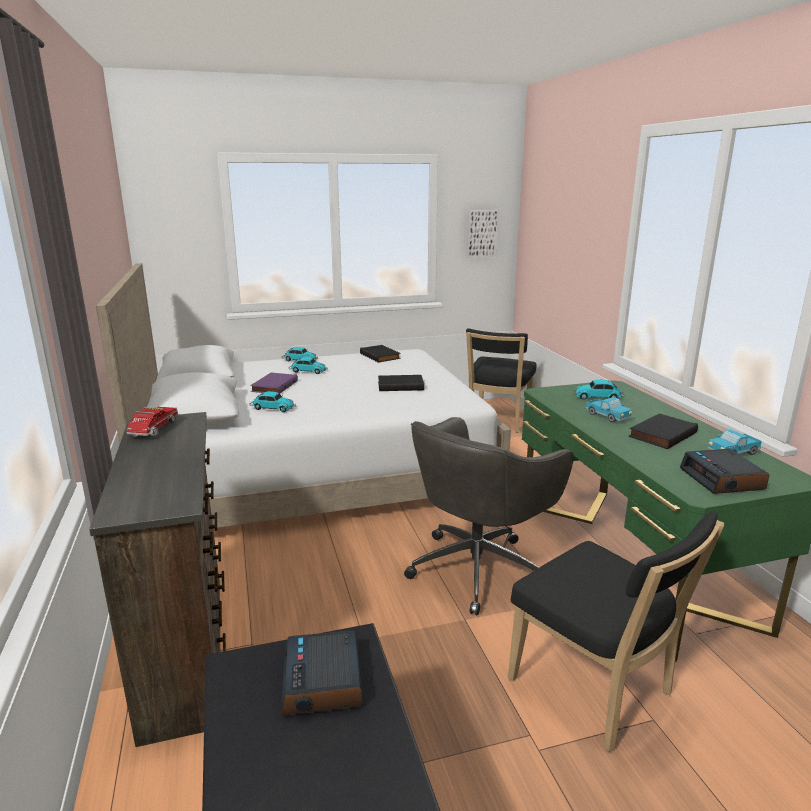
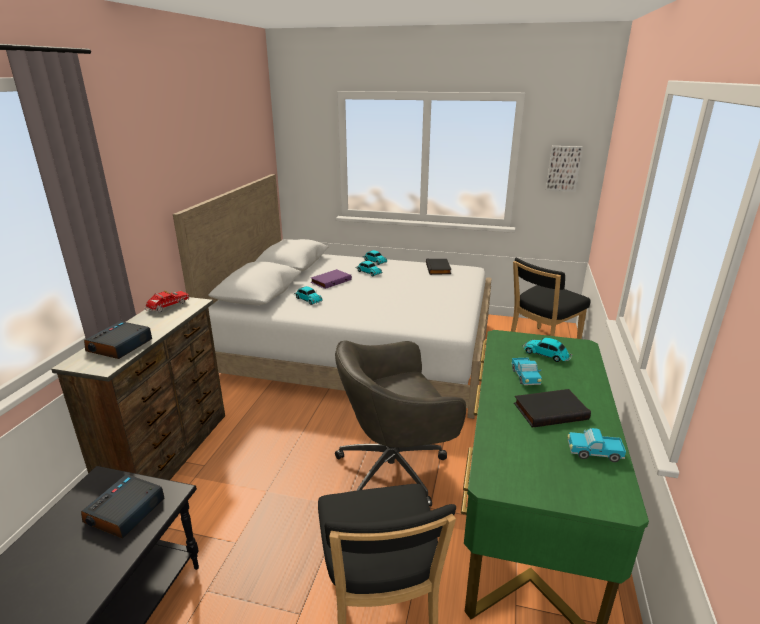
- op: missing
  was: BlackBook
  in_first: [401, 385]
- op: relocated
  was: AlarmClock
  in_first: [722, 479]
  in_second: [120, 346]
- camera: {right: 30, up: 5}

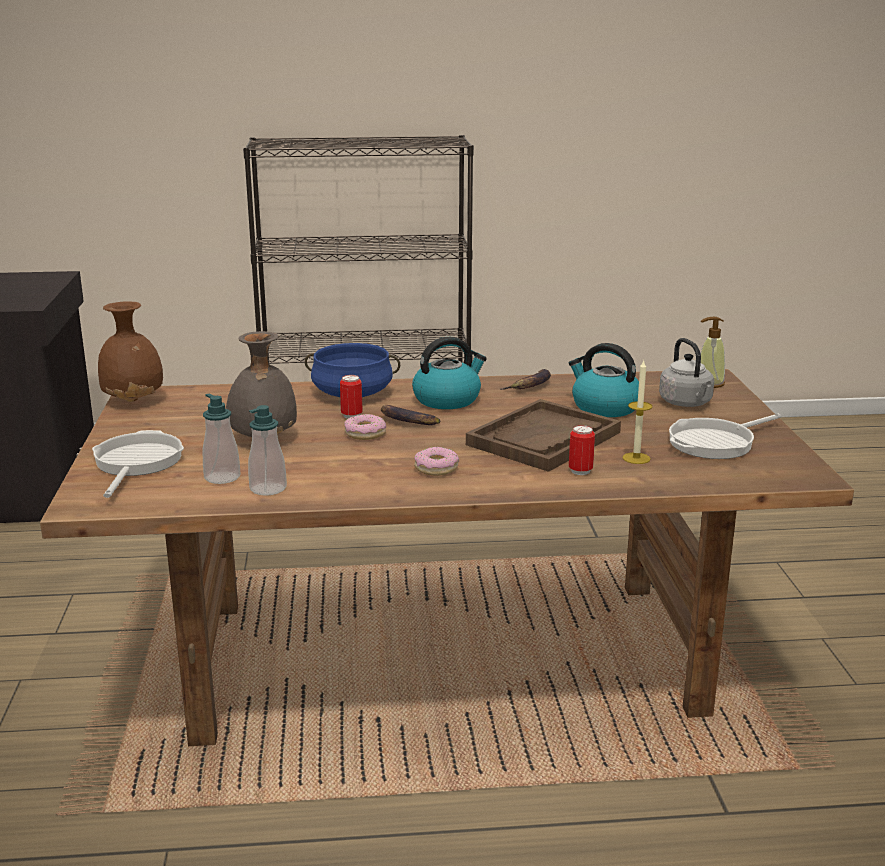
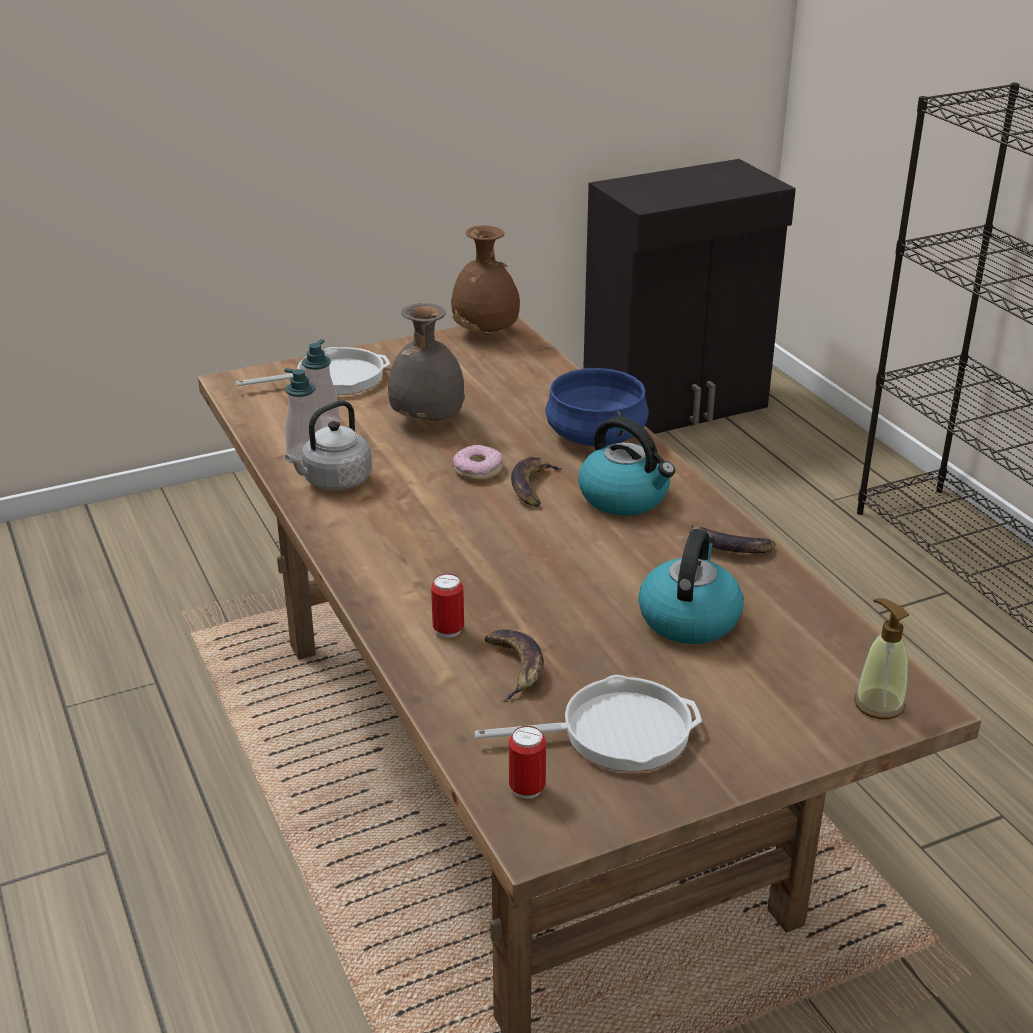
- op: relocated
  was: Can
  in_first: [351, 415]
  in_second: [527, 788]
- op: missing
  was: Donut
  in_first: [436, 468]
- op: missing
  was: BrownTray
  in_first: [544, 439]
- op: exchanged
  was: Candle
  now: Banana
  in_first: [636, 458]
  in_second: [515, 668]
- op: relocated
  was: GreyKettle
  in_first: [686, 403]
  in_second: [334, 482]
- op: spun
  was: FryingPan
  in_first: [715, 443]
  in_second: [615, 732]
  clockwise: 135
- camera: {right: 70, up: 10}

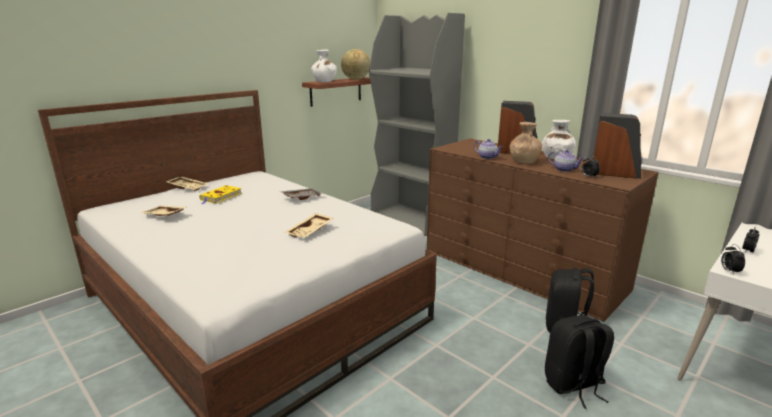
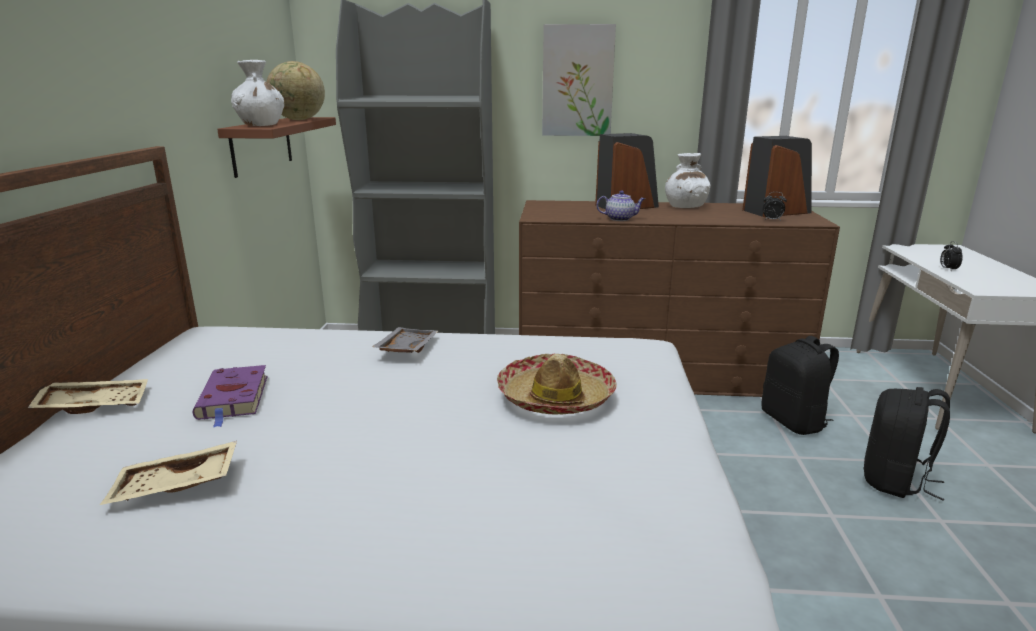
- op: colour
  was: YellowBook
  now: PurpleBook
  in_first: [220, 197]
  in_second: [233, 399]
- op: exchanged
  was: BeigeTray
  now: Hat
  in_first: [310, 231]
  in_second: [556, 397]
- op: missing
  was: BrownVase
  in_first: [523, 161]
- op: missing
  was: Teapot
  in_first: [564, 169]
- op: missing
  was: AlarmClock
  in_first: [729, 271]
- op: appeared
  now: Picture
  in_second: [577, 81]
- camera: {right: -40, up: 0}

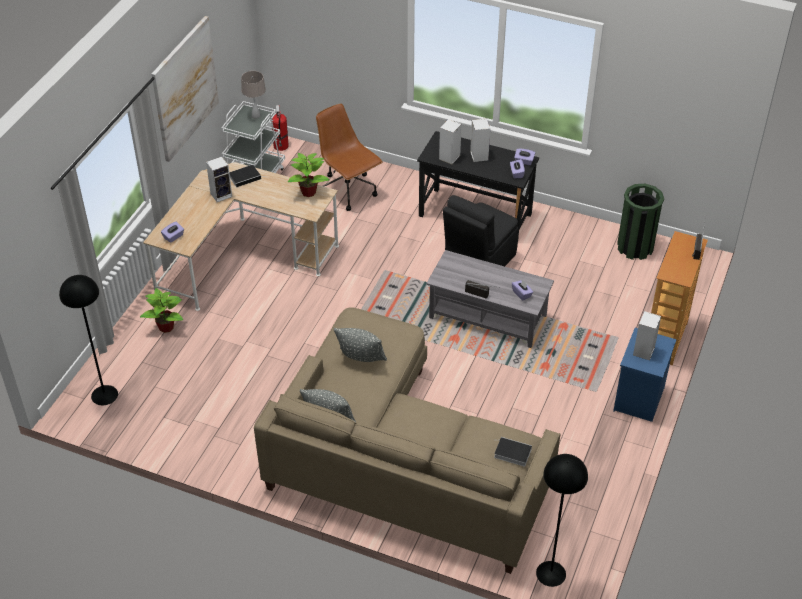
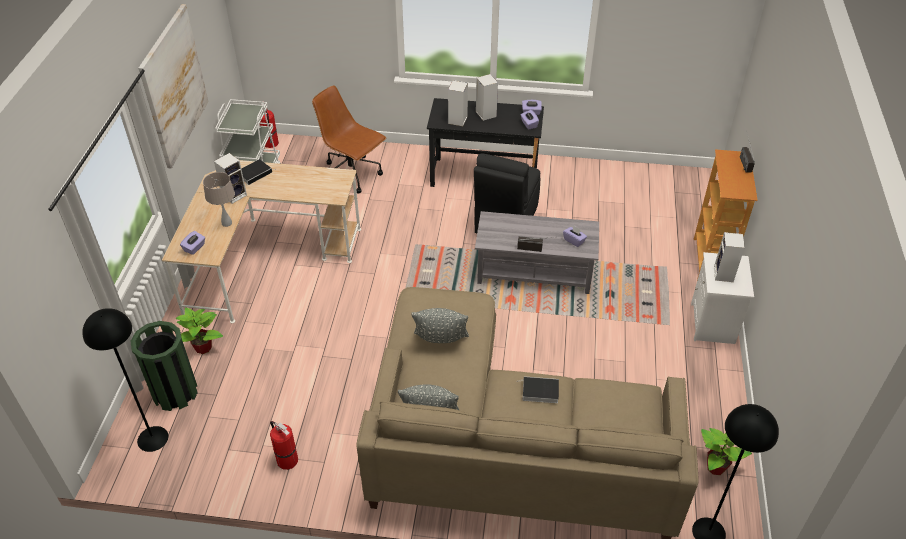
- op: relocated
  was: BeigeTableLamp
  in_first: [256, 115]
  in_second: [227, 223]
- op: relocated
  was: PottedPlant
  in_first: [309, 192]
  in_second: [716, 467]
- op: relocated
  was: Book
  in_first: [511, 453]
  in_second: [539, 391]
- op: colour
  was: BlueNightstand
  now: WhiteNightstand
  in_first: [639, 399]
  in_second: [713, 324]
- op: relocated
  was: GreenTrashCan
  in_first: [635, 247]
  in_second: [175, 393]
- op: appeared
  now: FireExtinguisher
  in_second: [286, 459]
- camera: {right: -15, up: 0}

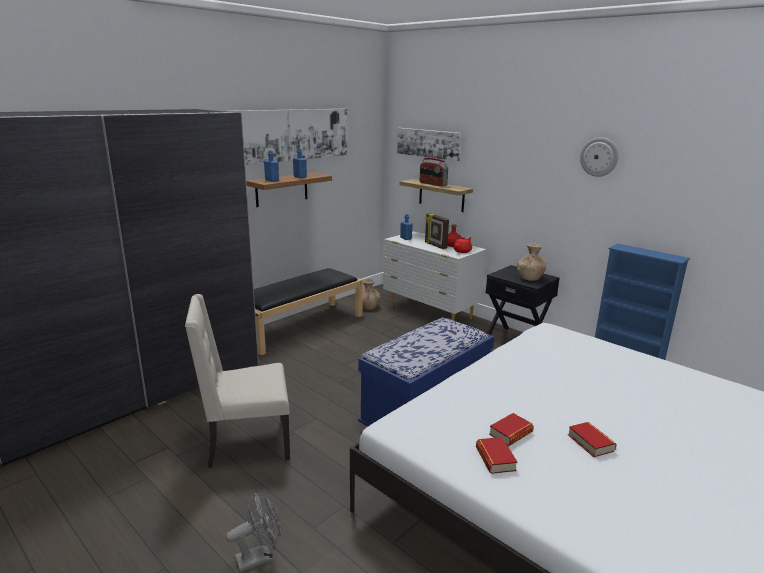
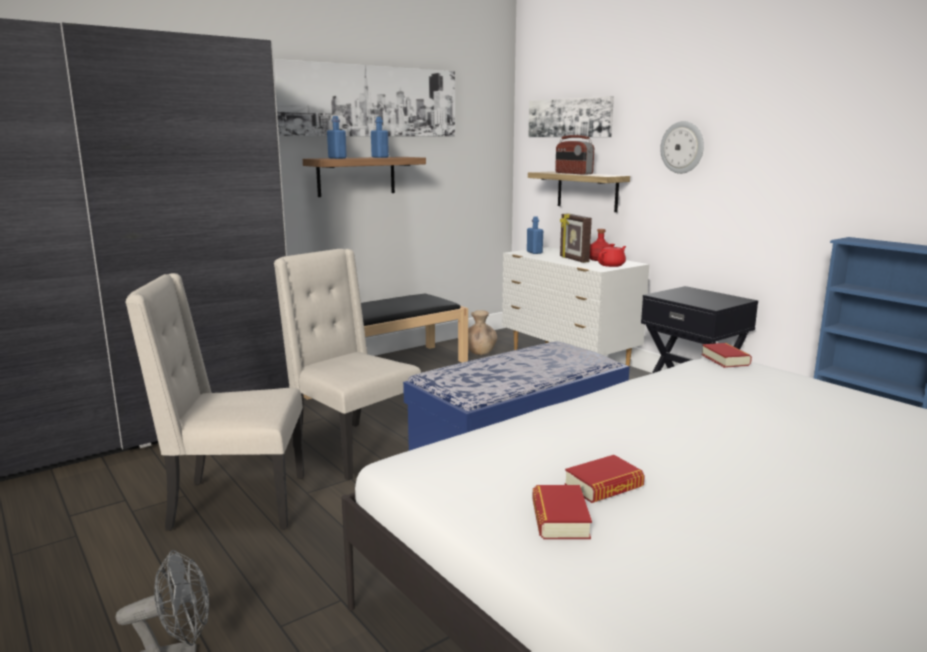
- op: missing
  was: BrownVase
  in_first: [530, 278]
- op: relocated
  was: Book
  in_first: [590, 443]
  in_second: [725, 360]
- op: relocated
  was: WallClock
  in_first: [599, 157]
  in_second: [682, 147]
- op: appeared
  now: BeigeChair
  in_second: [352, 449]
- camera: {right: 10, up: -5}

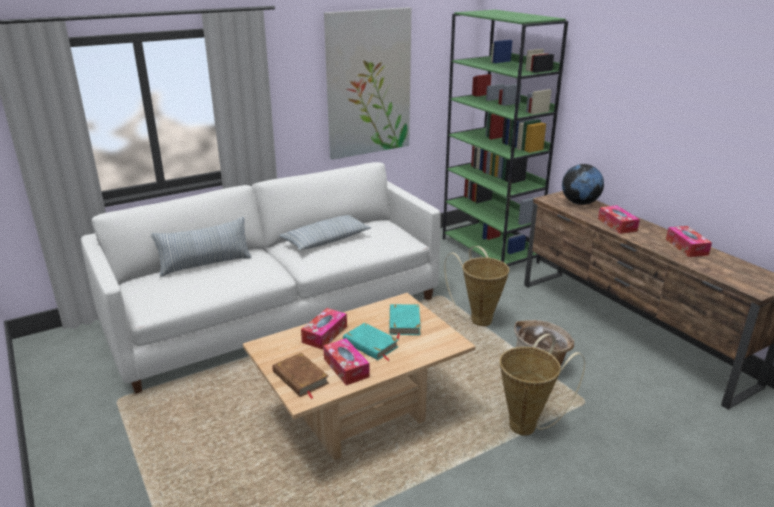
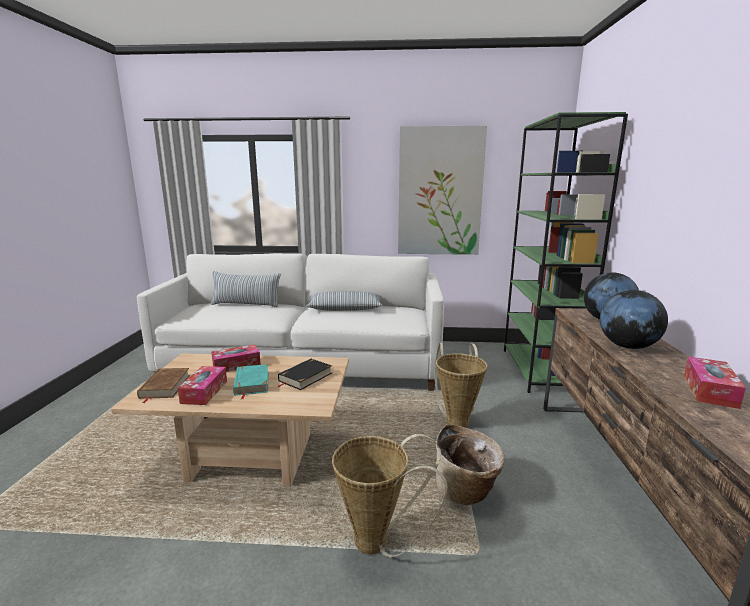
- op: colour
  was: TurquoiseBook
  now: BlackBook
  in_first: [404, 323]
  in_second: [305, 377]
- op: exchanged
  was: TissueBox
  now: Globe
  in_first: [617, 225]
  in_second: [627, 346]
- camera: {right: 35, up: -10}

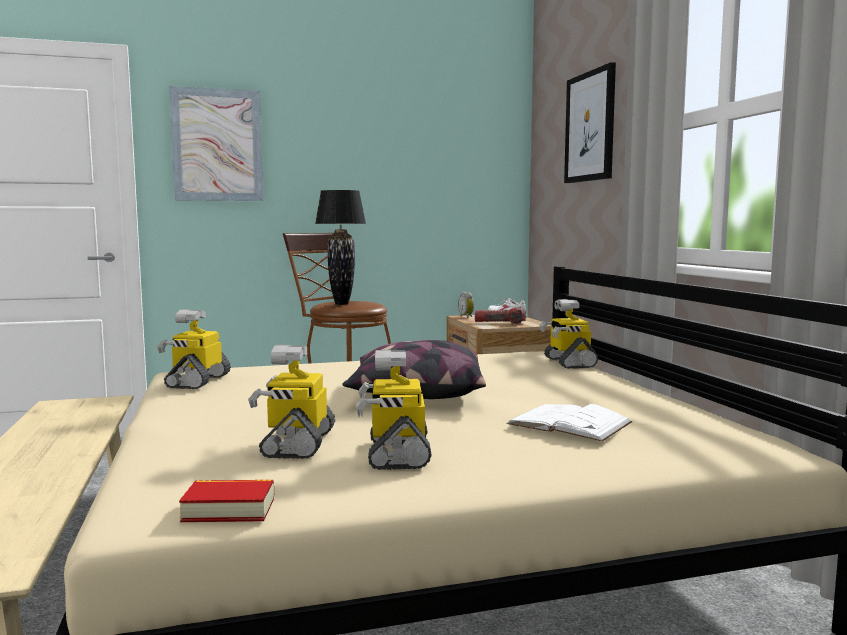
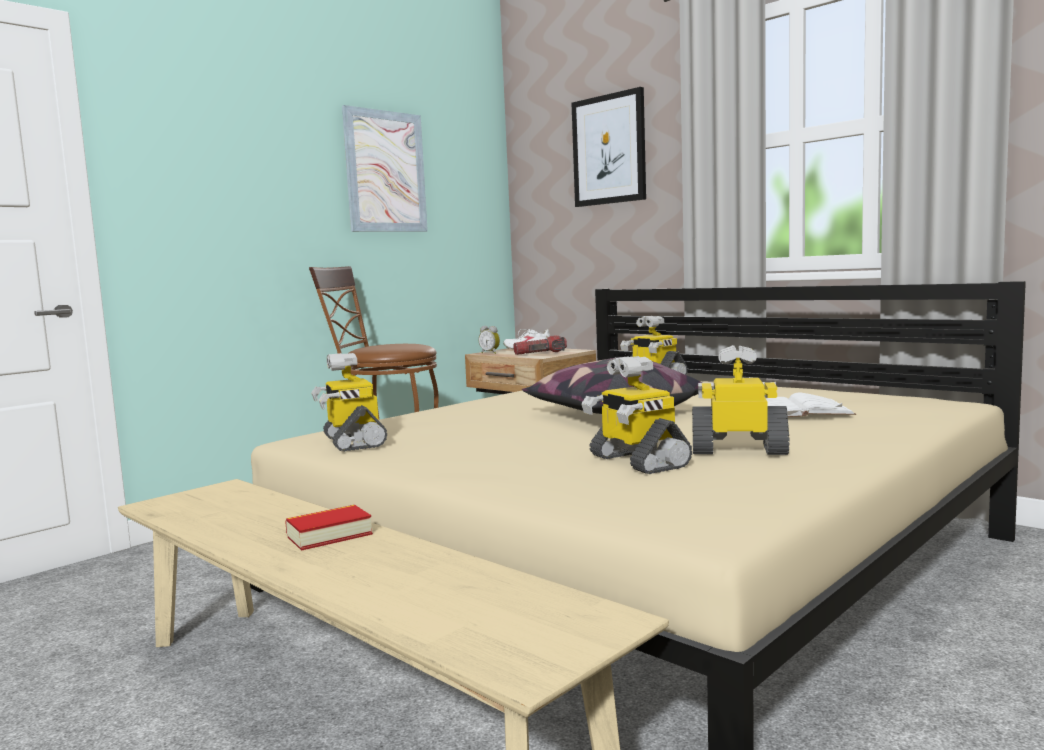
- op: relocated
  was: Picture
  in_first: [217, 145]
  in_second: [385, 172]
- op: relocated
  was: Book
  in_first: [229, 509]
  in_second: [329, 535]
- op: missing
  was: BlackTableLamp
  in_first: [341, 304]
- op: spun
  was: ToyRobot
  in_first: [396, 453]
  in_second: [739, 450]
  clockwise: 135
- camera: {right: -30, up: 0}

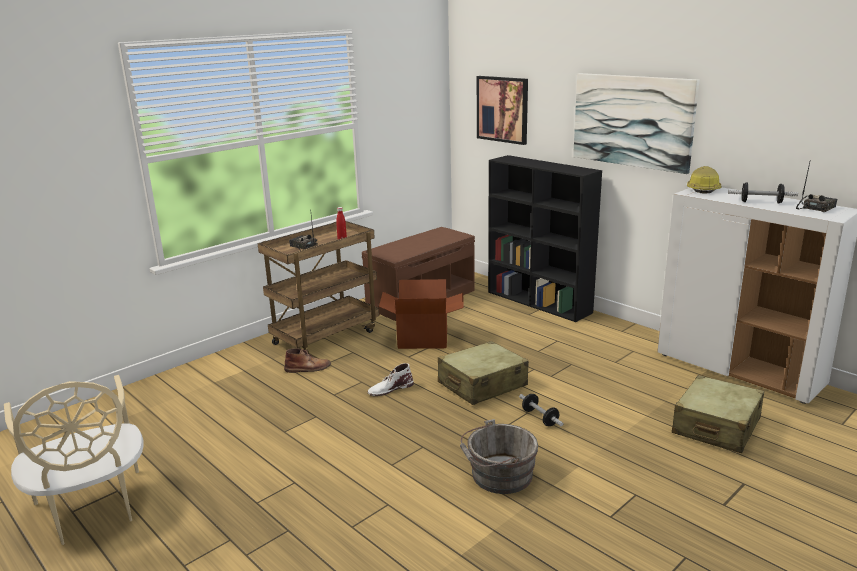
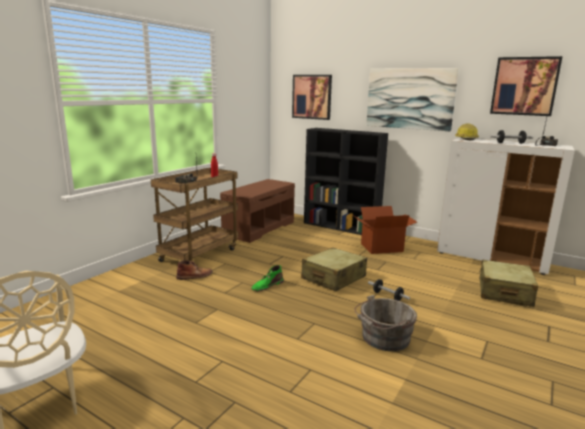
- op: colour
  was: WhiteBoot
  now: GreenBoot
  in_first: [390, 389]
  in_second: [267, 285]
- op: relocated
  was: CardboardBox
  in_first: [423, 339]
  in_second: [381, 247]
- op: appeared
  now: Picture
  in_second: [524, 86]
- camera: {right: -15, up: -5}

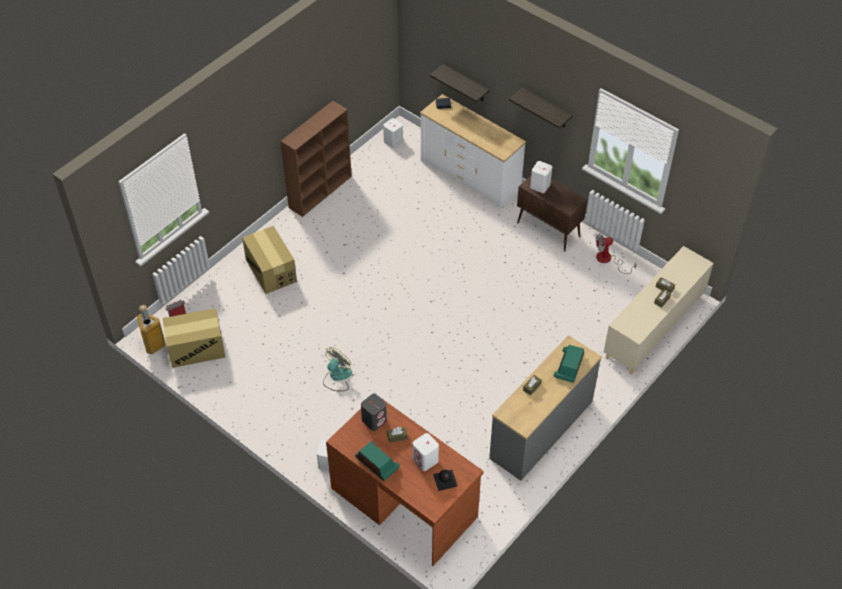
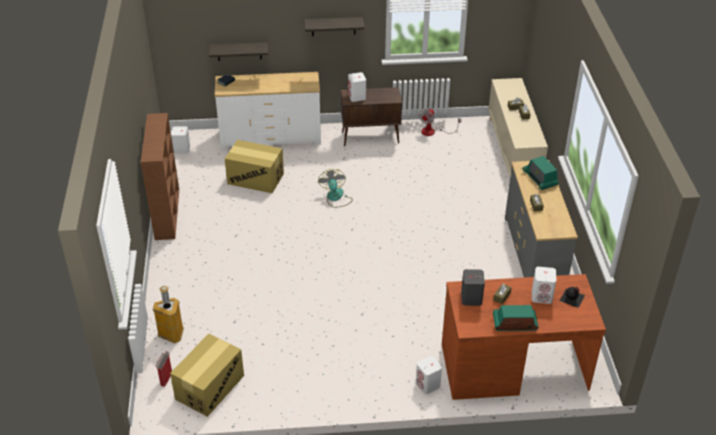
- op: relocated
  was: TrashCan
  in_first: [153, 344]
  in_second: [171, 335]
- op: relocated
  was: CardboardBox
  in_first: [271, 270]
  in_second: [255, 178]
- op: relocated
  was: Fan
  in_first: [337, 377]
  in_second: [336, 198]
- camera: {right: -45, up: -10}

